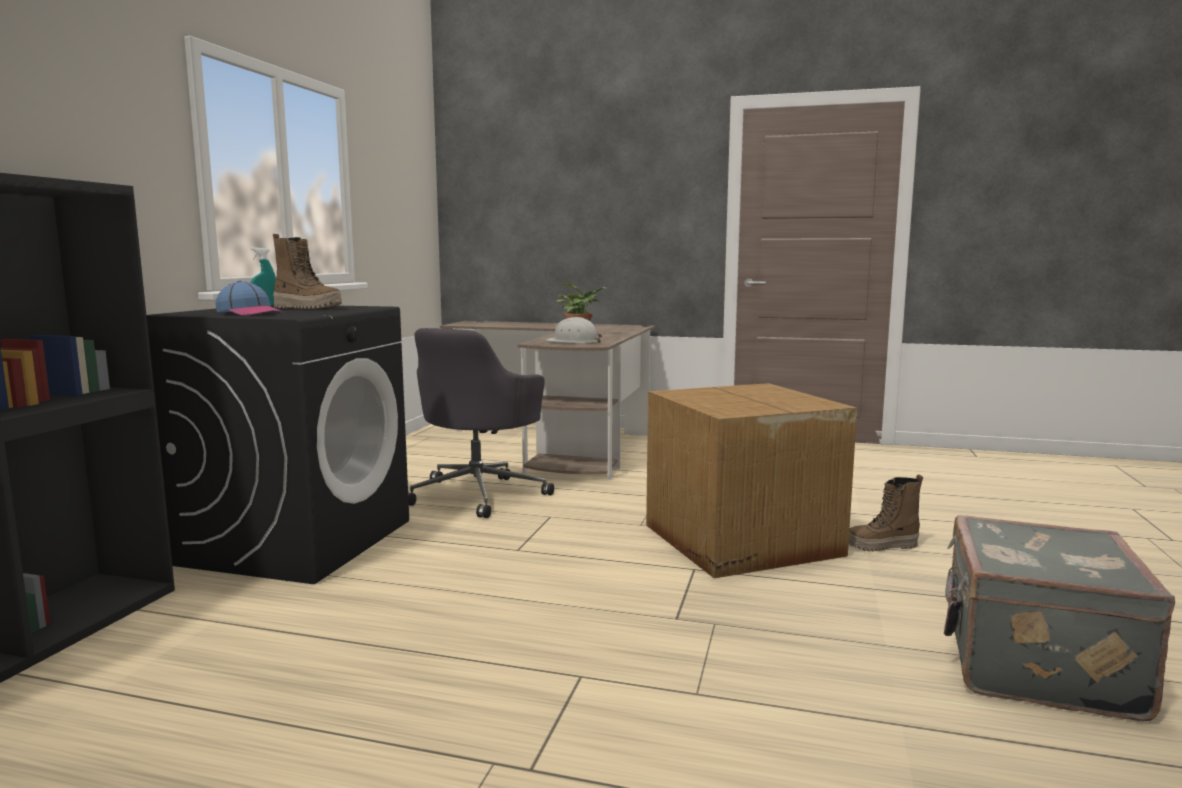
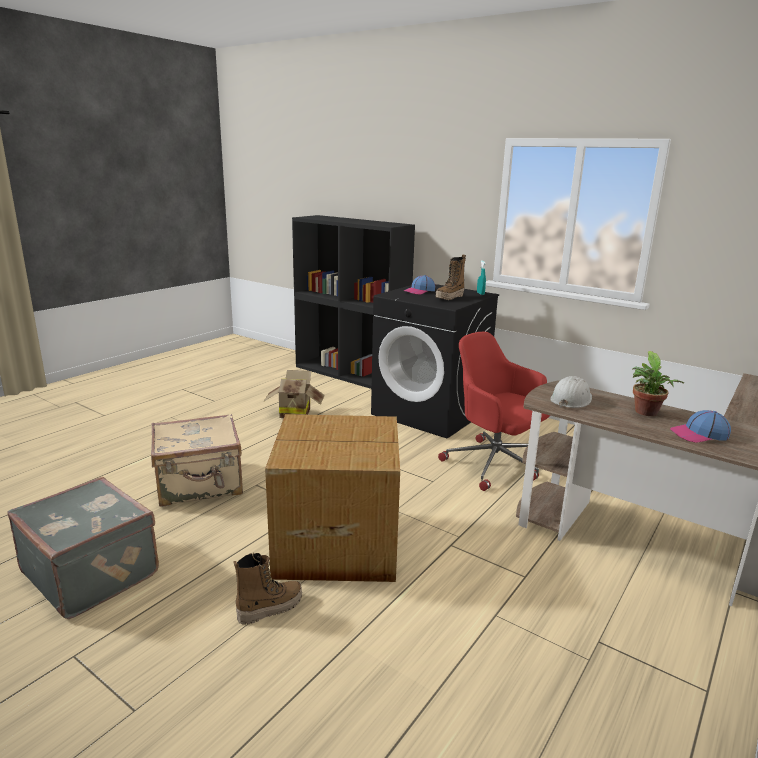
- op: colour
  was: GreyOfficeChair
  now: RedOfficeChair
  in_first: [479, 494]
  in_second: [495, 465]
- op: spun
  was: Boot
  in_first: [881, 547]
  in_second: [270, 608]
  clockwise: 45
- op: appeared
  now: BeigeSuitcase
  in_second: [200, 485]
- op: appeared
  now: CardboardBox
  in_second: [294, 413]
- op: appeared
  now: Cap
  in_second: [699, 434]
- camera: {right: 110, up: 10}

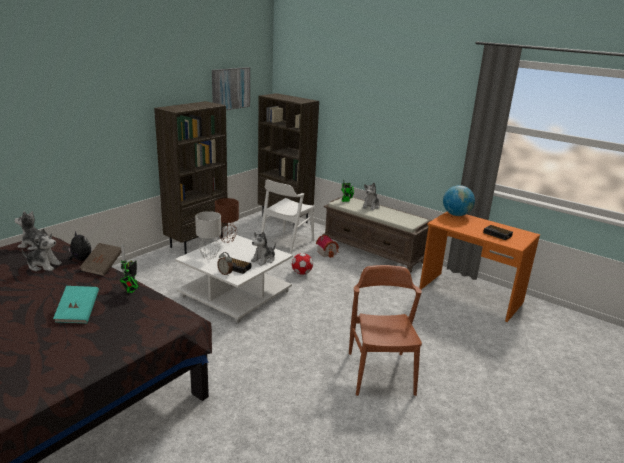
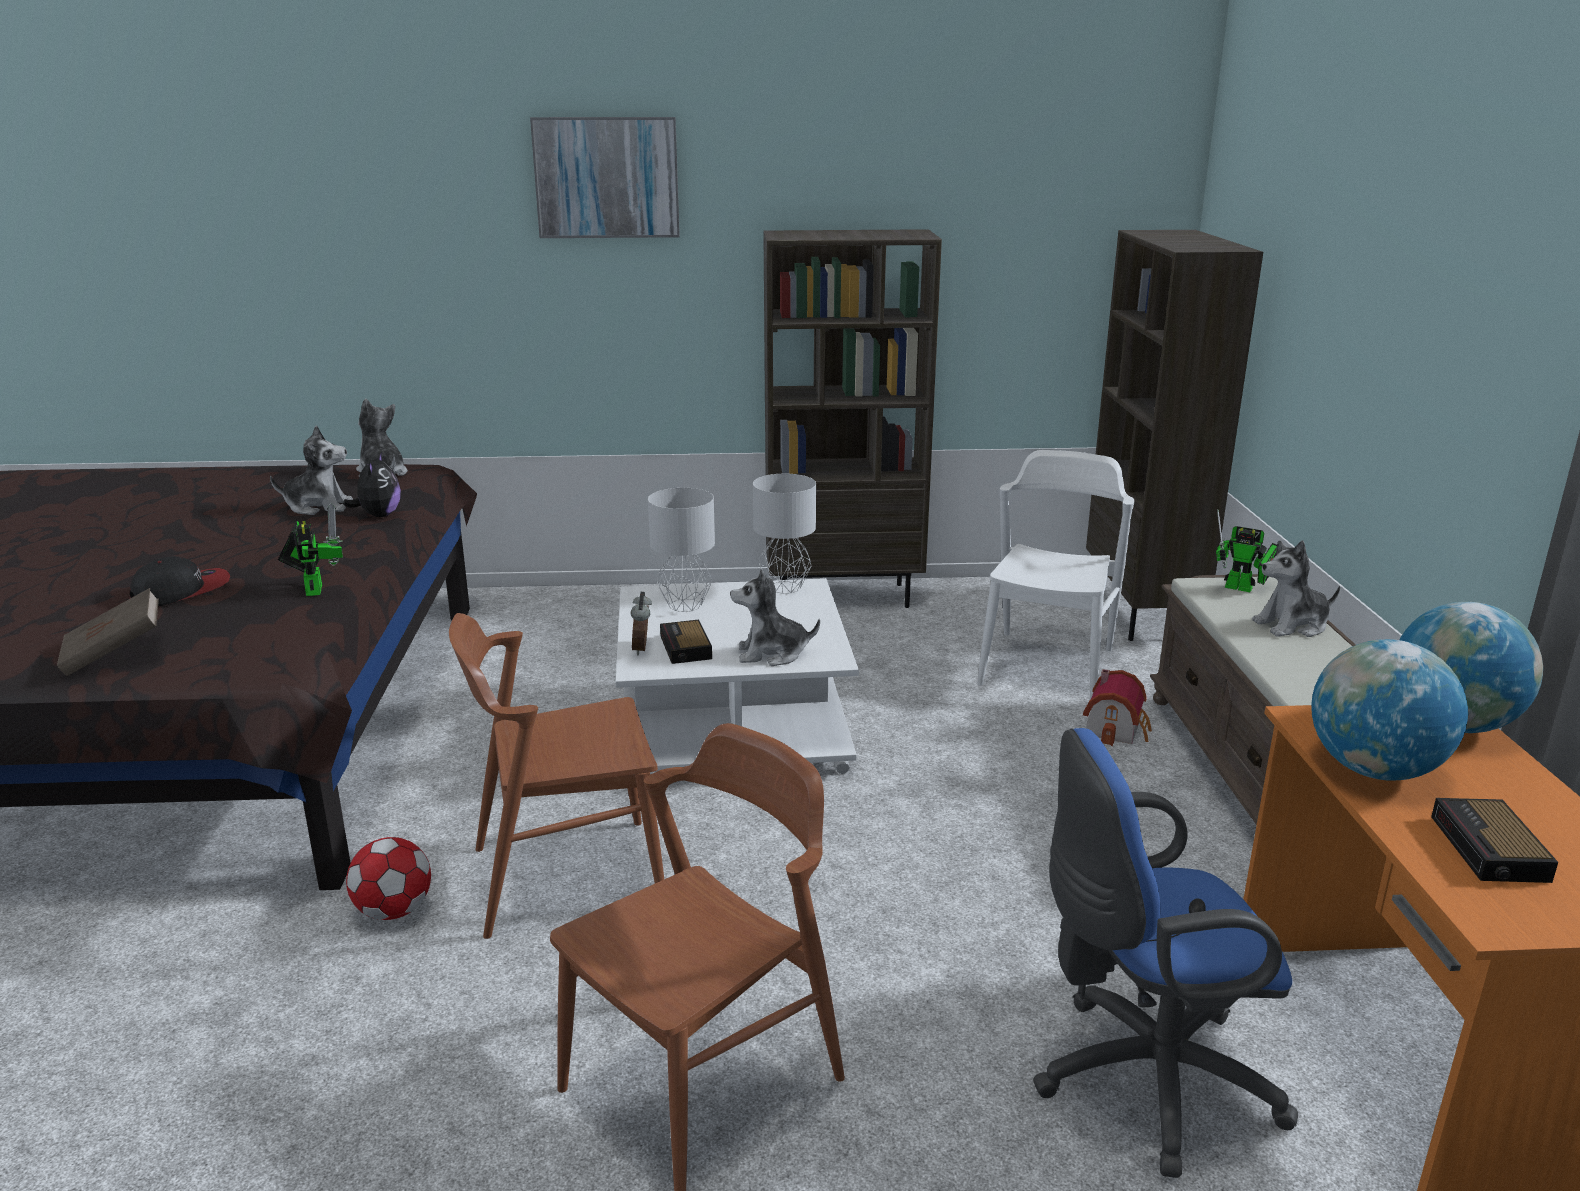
- op: spun
  was: PlushToy
  in_first: [43, 265]
  in_second: [319, 506]
  clockwise: -60
- op: exchanged
  was: TurquoiseBook
  now: Cap
  in_first: [78, 313]
  in_second: [181, 591]
- op: relocated
  was: BrownBook
  in_first: [102, 267]
  in_second: [115, 654]
- op: spun
  was: ToyRobot
  in_first: [131, 290]
  in_second: [314, 588]
  clockwise: 105
- op: relocated
  was: Picture
  in_first: [230, 88]
  in_second: [607, 177]
- op: colour
  was: BrownTableLamp
  now: GreyTableLamp
  in_first: [227, 240]
  in_second: [786, 587]
- op: spun
  was: WhiteChair
  in_first: [287, 243]
  in_second: [1047, 666]
  clockwise: 120
- op: relocated
  was: Football
  in_first: [302, 273]
  in_second: [394, 911]
- op: appeared
  now: BrownChair
  in_second: [567, 876]
- op: appeared
  now: BlueOfficeChair
  in_second: [1143, 1081]
- op: appeared
  now: Globe
  in_second: [1373, 769]
- camera: {right: 50, up: 0}

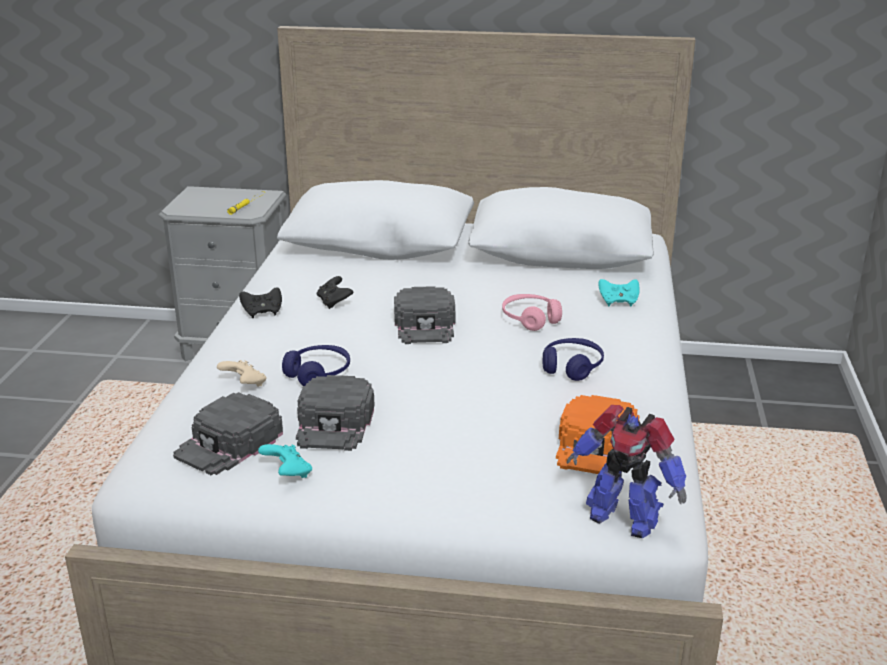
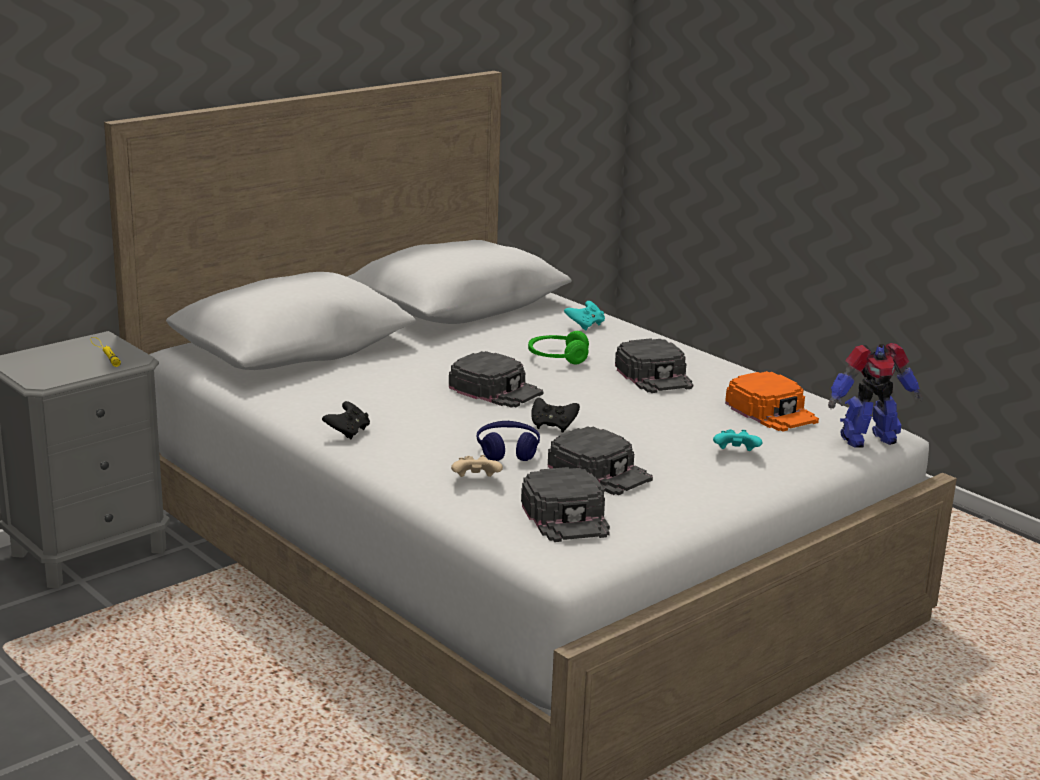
- op: relocated
  was: TurquoiseGameController
  in_first: [288, 474]
  in_second: [736, 454]
- op: relocated
  was: BlackGameController
  in_first: [334, 302]
  in_second: [553, 426]
- op: colour
  was: PinkHeadphones
  now: GreenHeadphones
  in_first: [530, 319]
  in_second: [557, 358]
- op: exchanged
  was: BlueHeadphones
  now: BlackCap
  in_first: [572, 367]
  in_second: [655, 375]
- camera: {right: -50, up: -5}

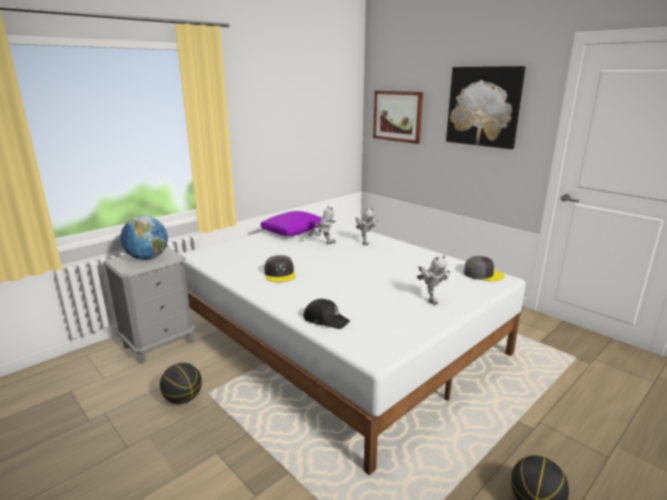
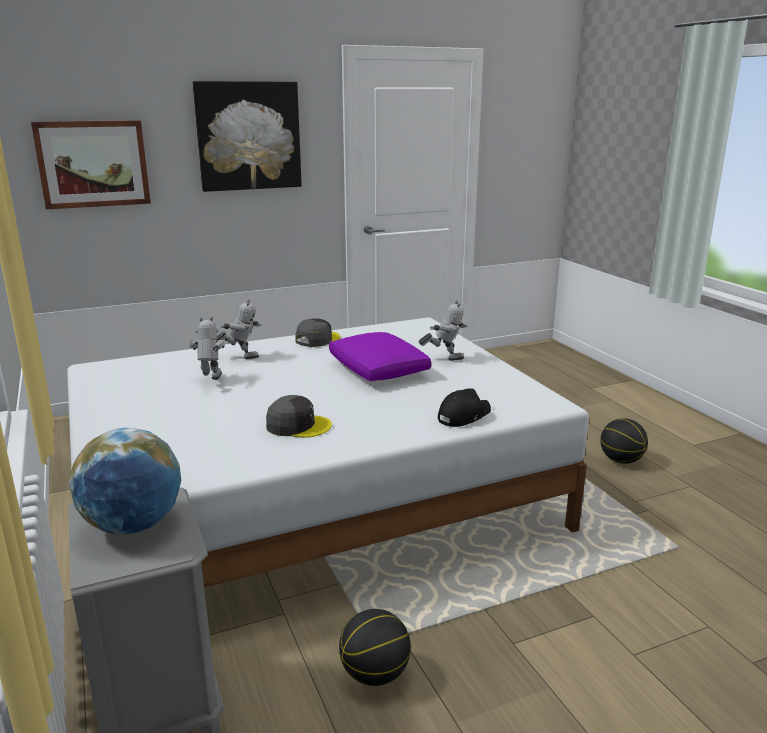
- op: relocated
  was: PurplePillow
  in_first: [293, 231]
  in_second: [377, 369]
- op: relocated
  was: GreyCap
  in_first: [482, 274]
  in_second: [317, 339]
- camera: {right: -70, up: 0}

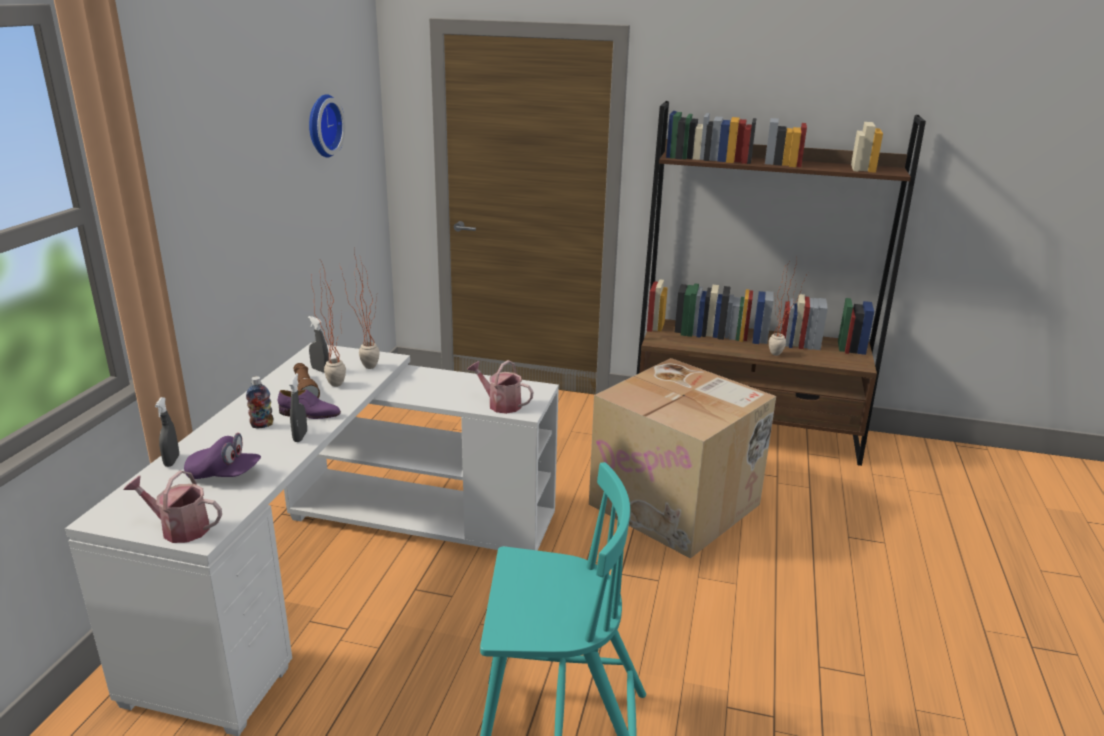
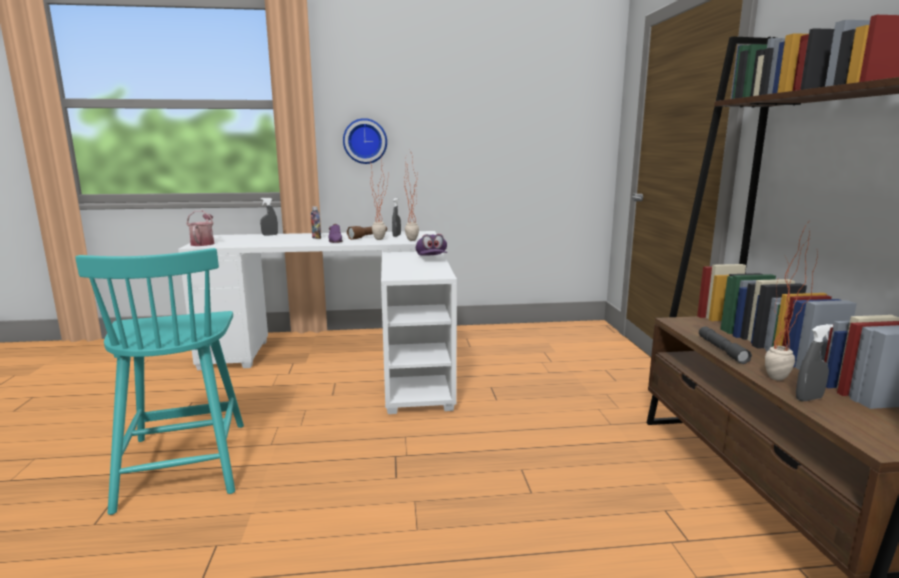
- op: relocated
  was: PurpleCap
  in_first: [224, 475]
  in_second: [431, 259]
- op: relocated
  was: GreySprayBottle
  in_first: [300, 436]
  in_second: [808, 398]
- op: relocated
  was: WallClock
  in_first: [322, 125]
  in_second: [365, 141]
- op: missing
  was: WateringCan
  in_first: [500, 404]
- op: missing
  was: CardboardBox
  in_first: [677, 504]
- op: appeared
  now: GreyFlashlight
  in_second: [722, 350]
- camera: {right: 70, up: -10}

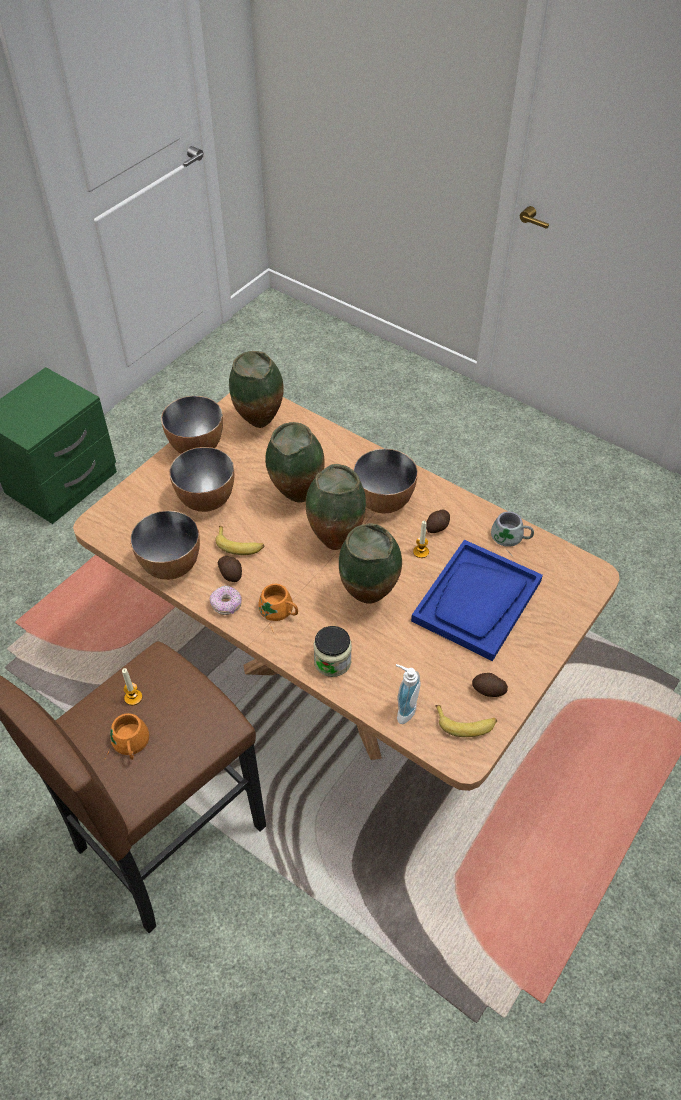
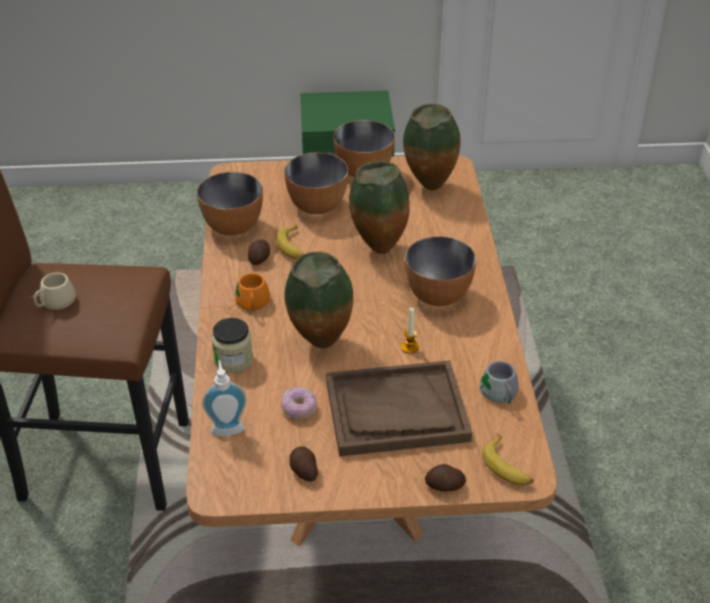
- op: colour
  was: OrangeMug
  now: BeigeMug
  in_first: [127, 745]
  in_second: [52, 300]
- op: missing
  was: Candle
  in_first: [133, 697]
- op: relocated
  was: Donut
  in_first: [226, 605]
  in_second: [299, 409]
- op: missing
  was: Vase
  in_first: [335, 541]
- op: colour
  was: BlueTray
  now: BrownTray
  in_first: [477, 601]
  in_second: [396, 411]
- op: relocated
  was: Potato
  in_first: [438, 527]
  in_second: [445, 486]
- op: relocated
  was: Banana
  in_first: [466, 723]
  in_second: [507, 467]
- camera: {right: 50, up: -10}

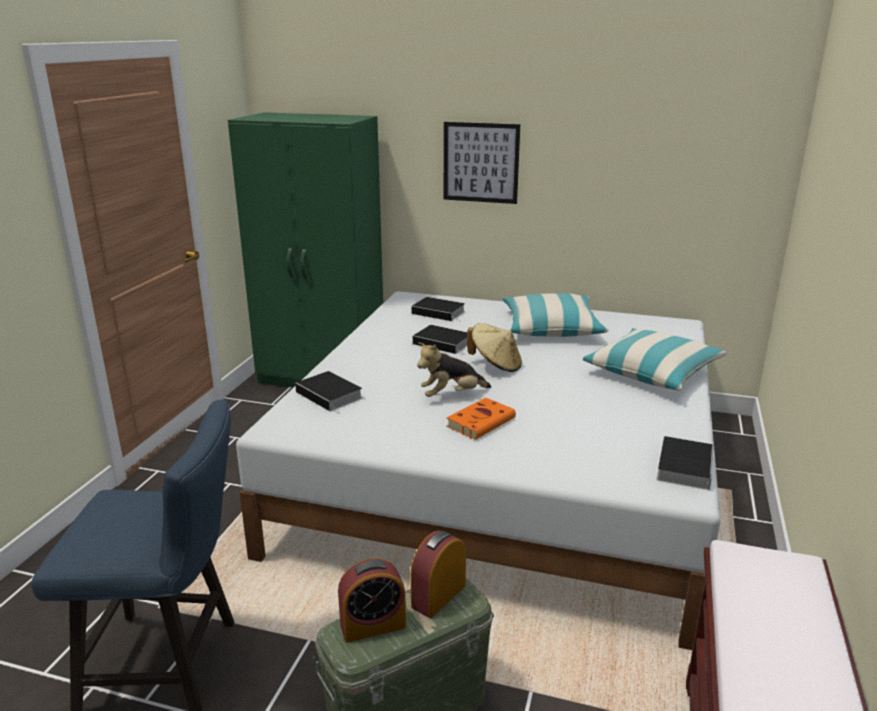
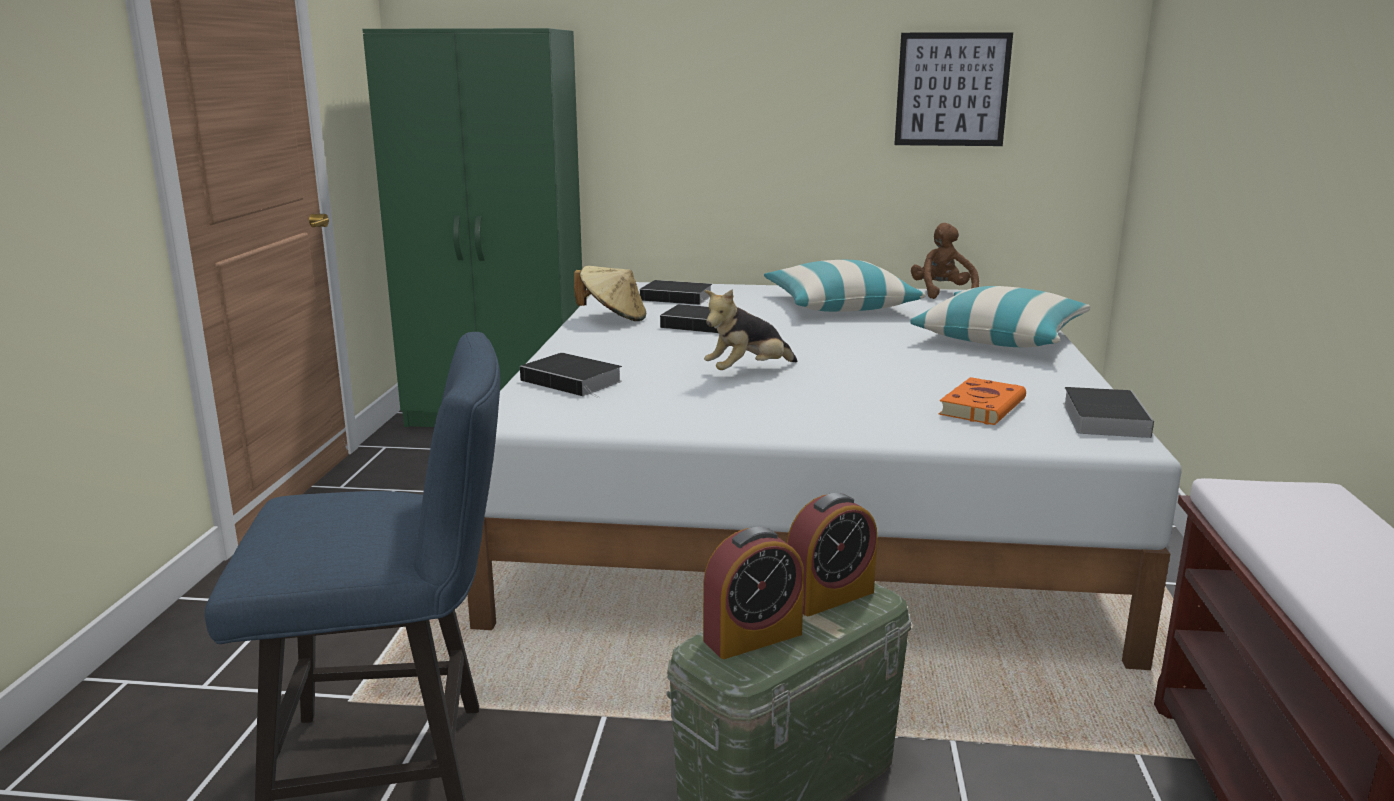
- op: spun
  was: AlarmClock
  in_first: [438, 596]
  in_second: [829, 596]
  clockwise: -150
- op: relocated
  was: Picture
  in_first: [480, 162]
  in_second: [952, 89]
- op: relocated
  was: OrangeBook
  in_first: [482, 422]
  in_second: [982, 407]
- op: relocated
  was: BeigeHat
  in_first: [495, 365]
  in_second: [613, 318]
- op: appeared
  now: BrownPlushToy
  in_second: [942, 293]
- camera: {right: -10, up: -5}

